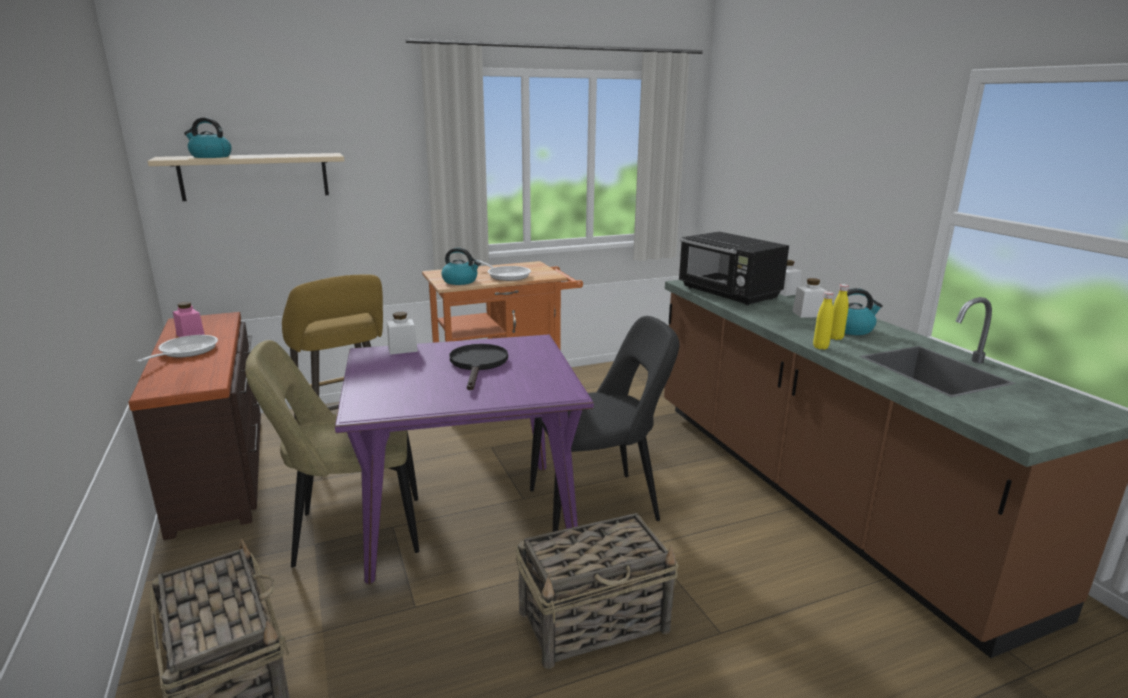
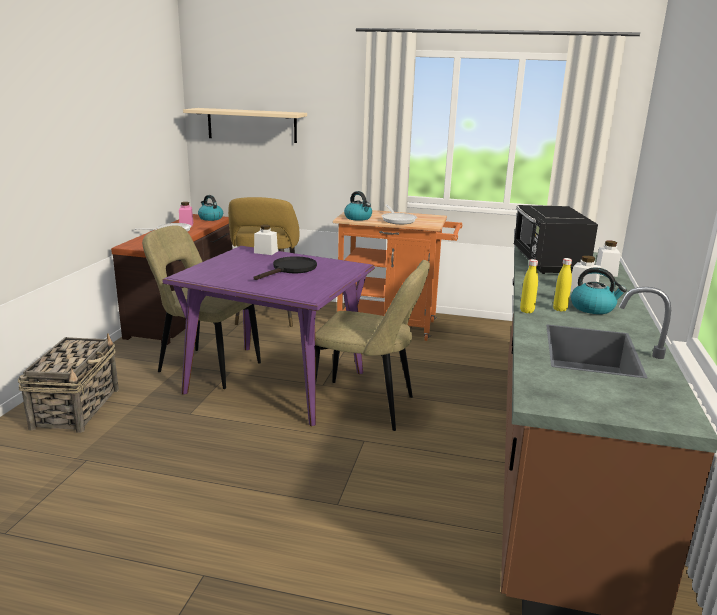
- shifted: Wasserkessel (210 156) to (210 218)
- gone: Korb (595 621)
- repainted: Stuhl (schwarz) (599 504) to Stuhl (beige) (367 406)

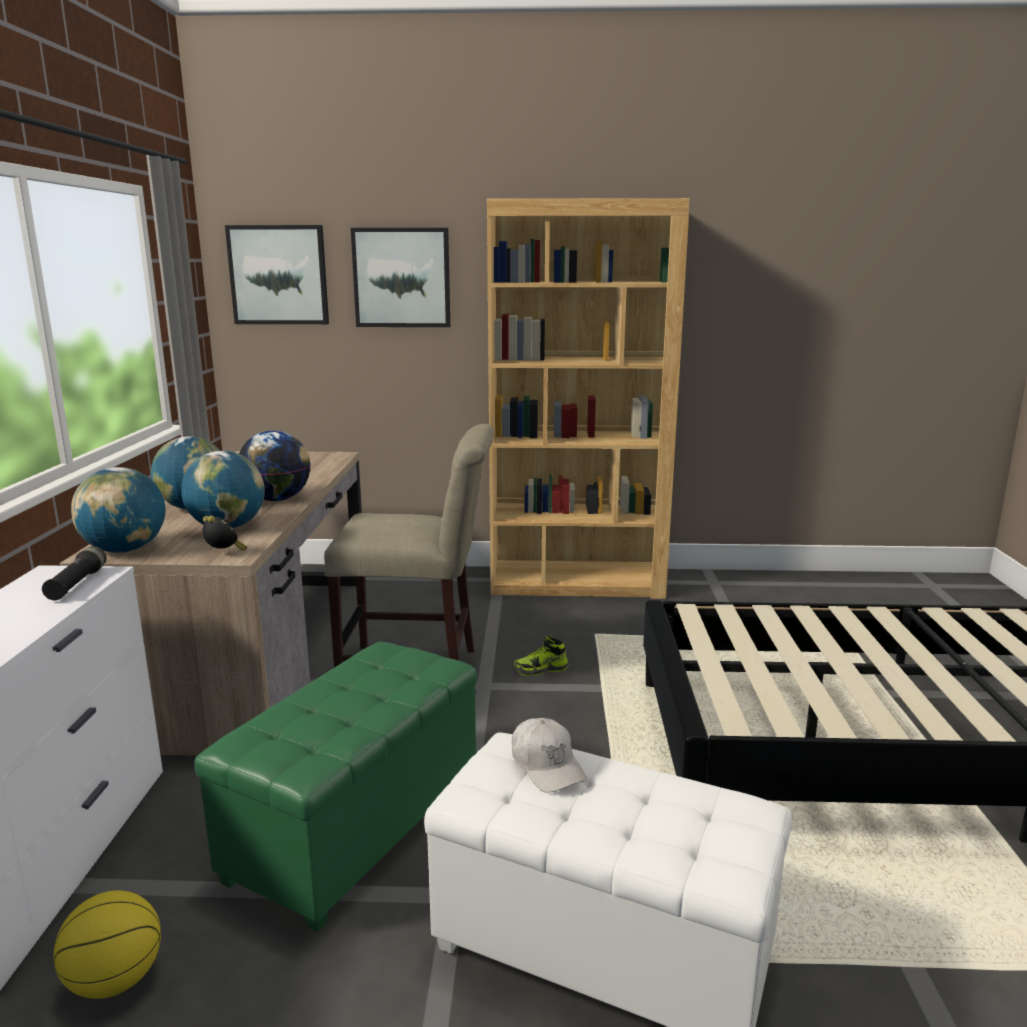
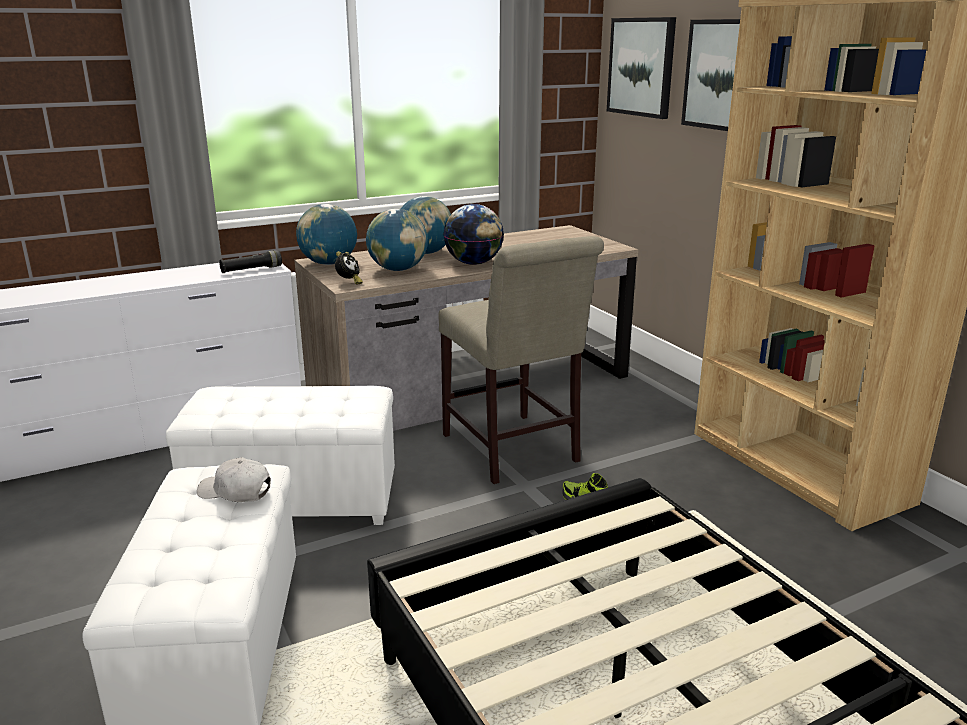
- gone: Basketball (114 980)
- repainted: Polsterhocker (grün) (355 827) to Polsterhocker (weiß) (295 501)
- rotated: Kappe (weiß) (547 765) = (235 491) 75 degrees clockwise

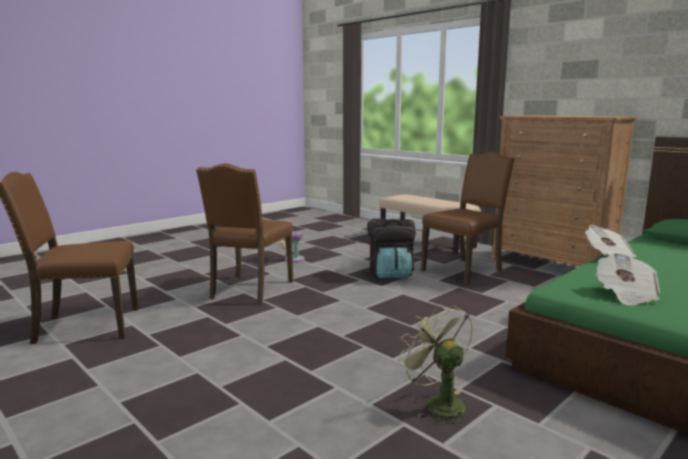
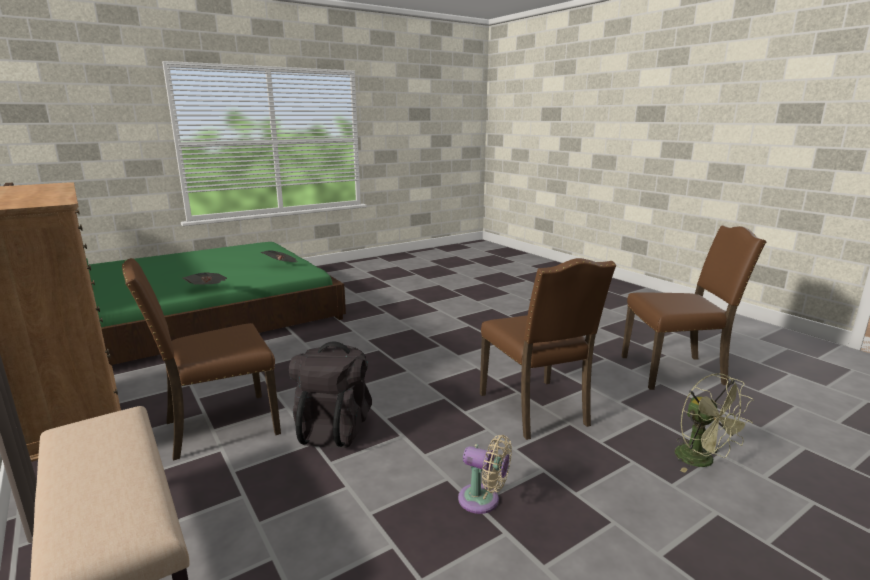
- rotated: Stuhl (braun) (250 290) = (536 410) 135 degrees clockwise
- shifted: Ventilator (grün) (437 404) to (702 461)

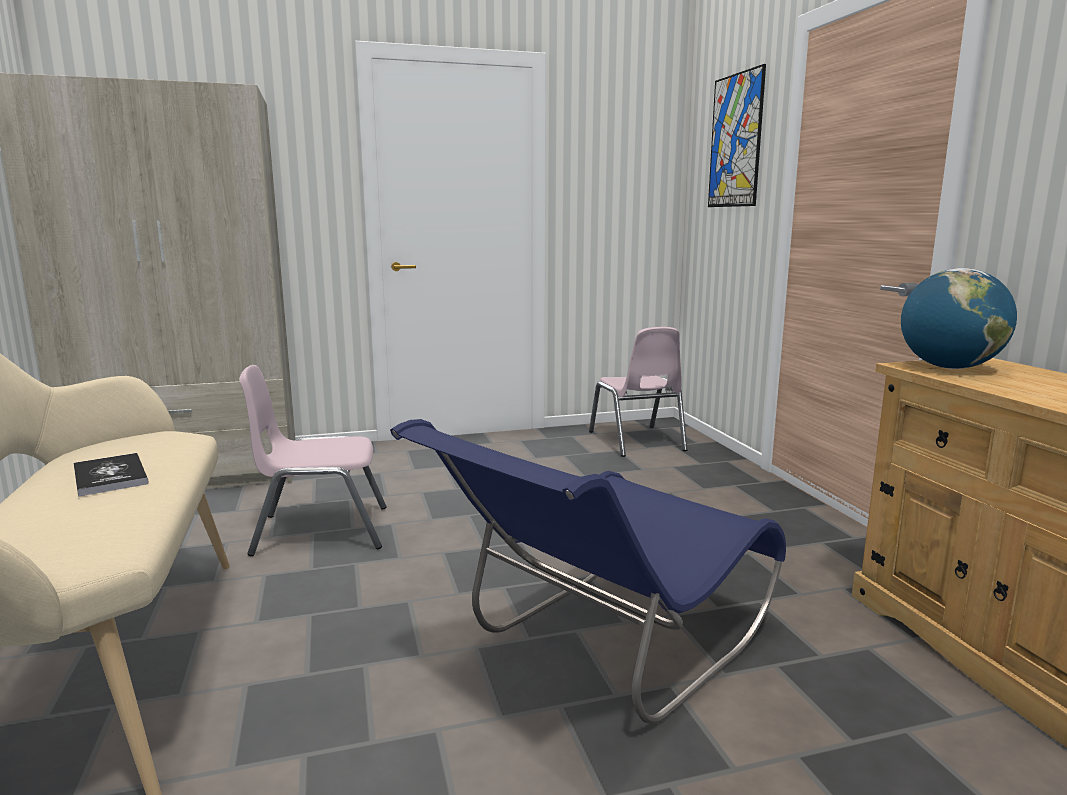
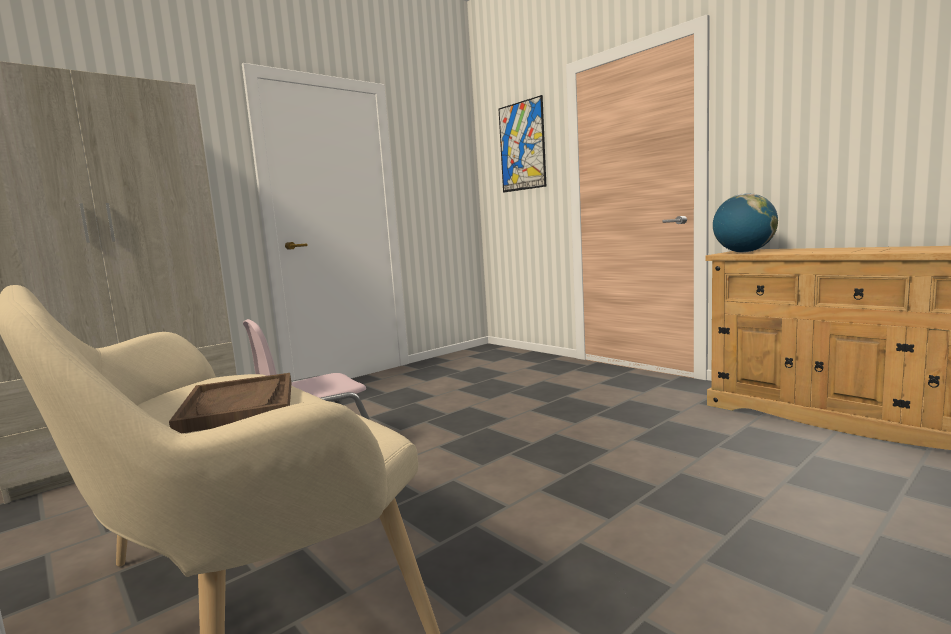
- swapped: Buch (110 476) to Tablett (braun) (239 405)
- gone: Stuhl (blau) (604 650)
- gone: Stuhl (rosa) (637 441)

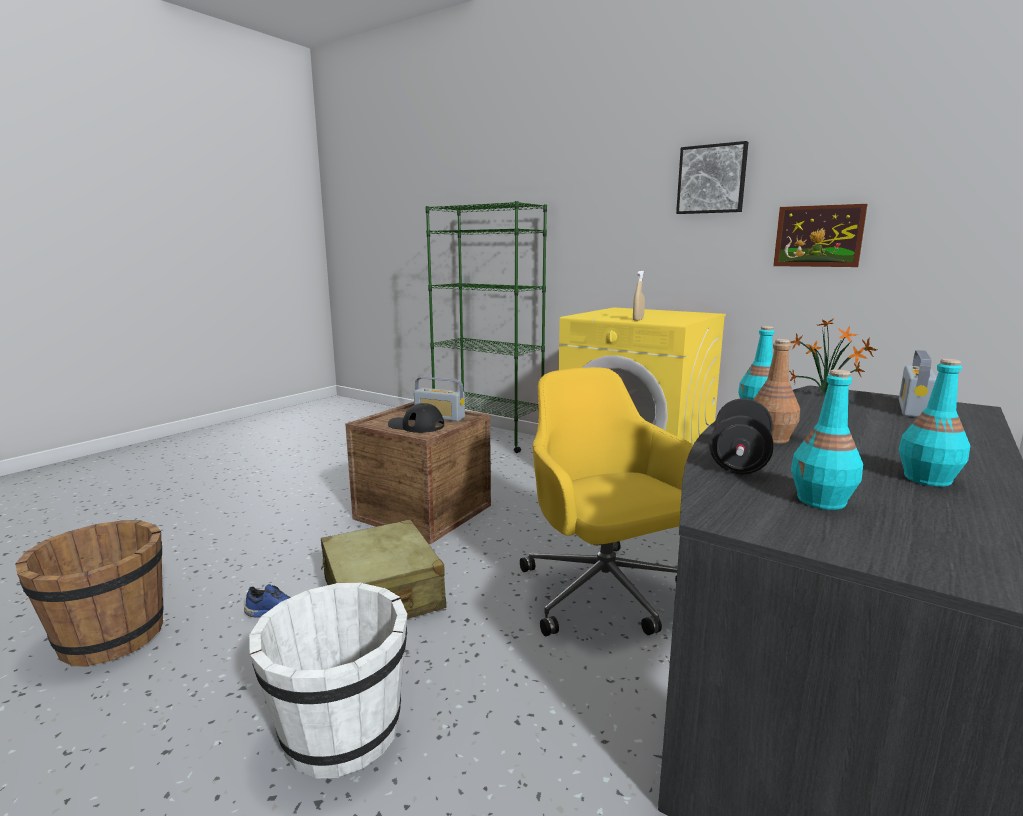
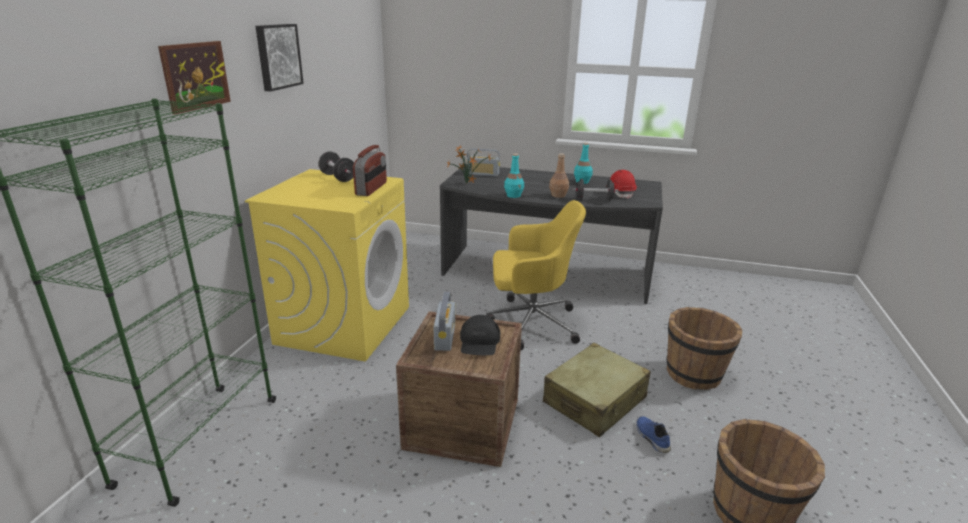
- repainted: Eimer (weiß) (340 733) to Eimer (braun) (694 374)
- rotated: Bürostuhl (gelb) (604 593) = (530 323) 135 degrees counterclockwise
- swapped: Sprühflasche (beige) (638 320) to Radio (371 189)
- shifted: Bild (818 236) to (195 76)
- swapped: Flasche (türkis) (822 501) to Schutzhelm (rot) (620 193)
- new: Hantel (schwarz) (338 178)

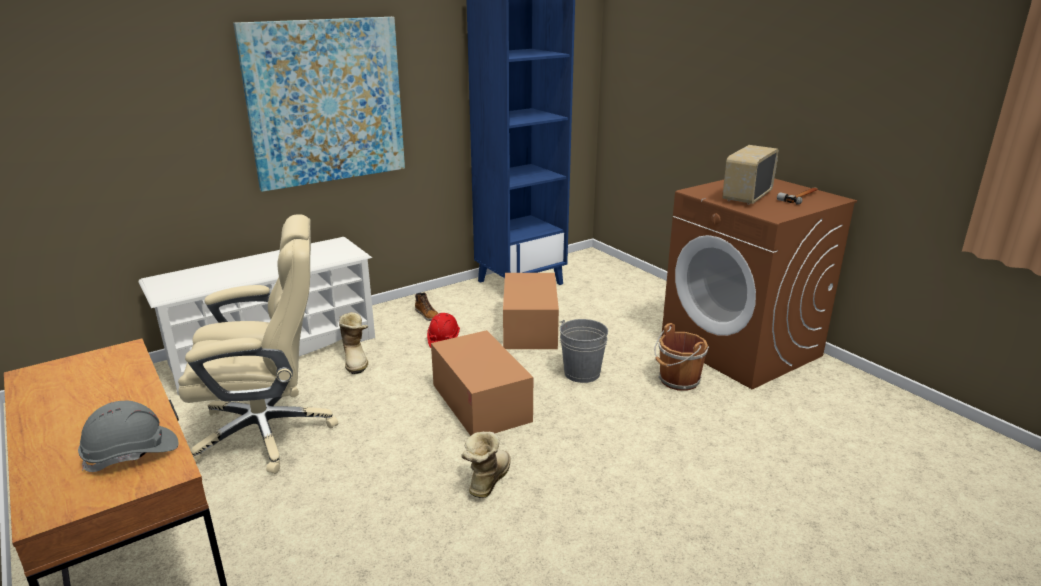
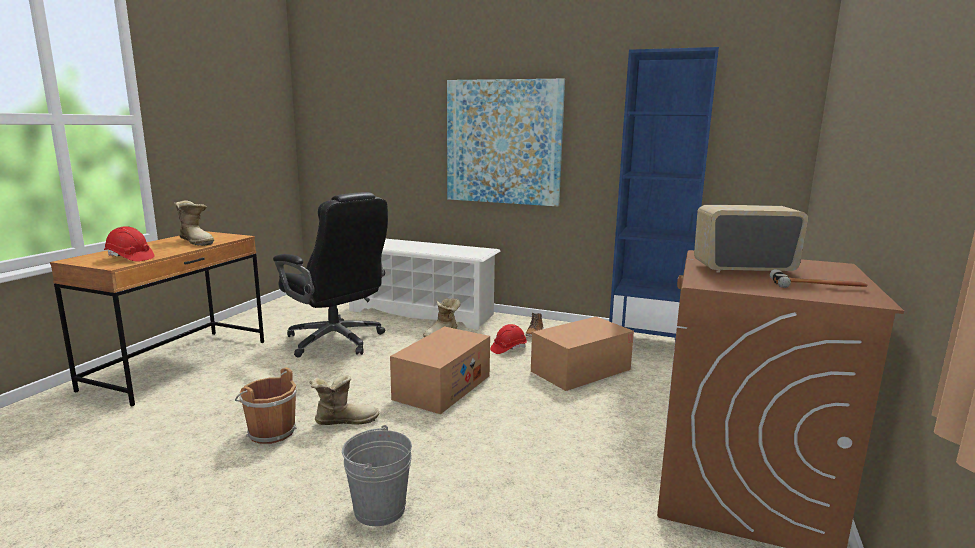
- repainted: Schutzhelm (grau) (132 454) to Schutzhelm (rot) (129 258)
- repainted: Bürostuhl (beige) (268 431) to Bürostuhl (schwarz) (336 341)
- shifted: Eimer (grau) (581 373) to (379 509)
- shifted: Eimer (braun) (677 381) to (270 432)
- new: Stiefel (197 241)

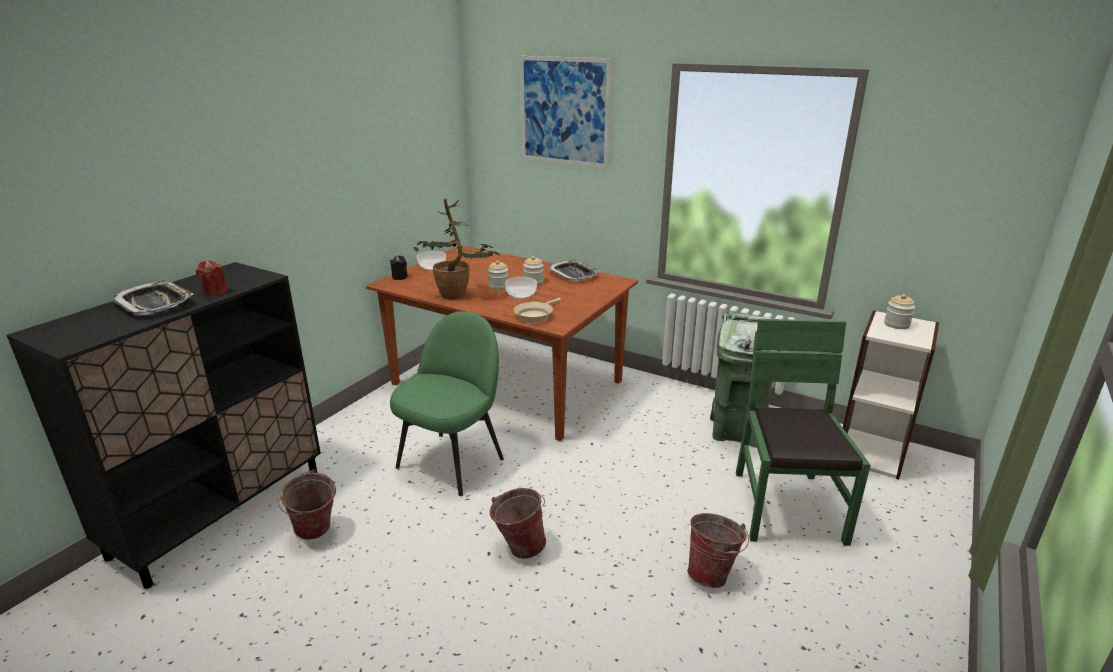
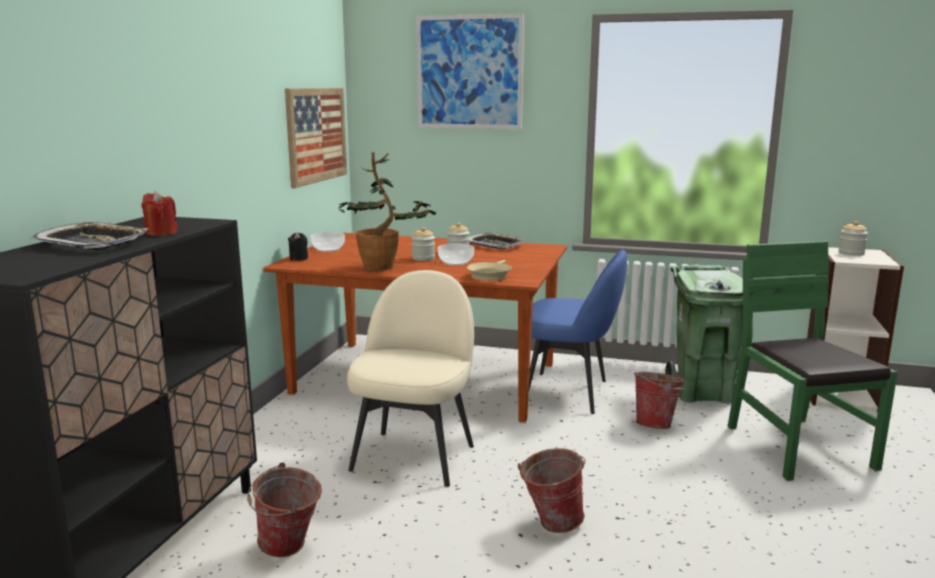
- repainted: Stuhl (grün) (452 461) to Stuhl (beige) (414 456)
- shifted: Eimer (713 574) to (656 424)
- new: Bild (316 135)
- new: Stuhl (blau) (568 393)

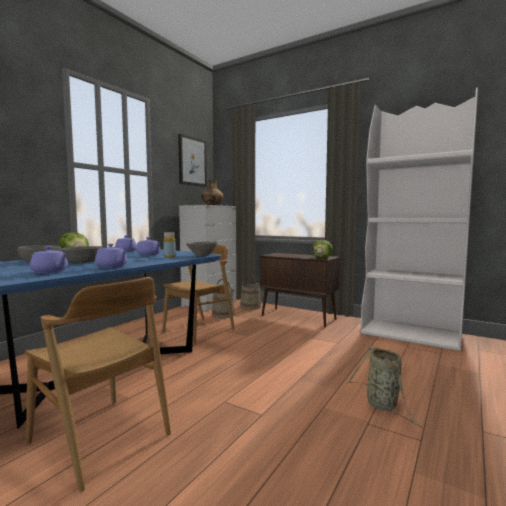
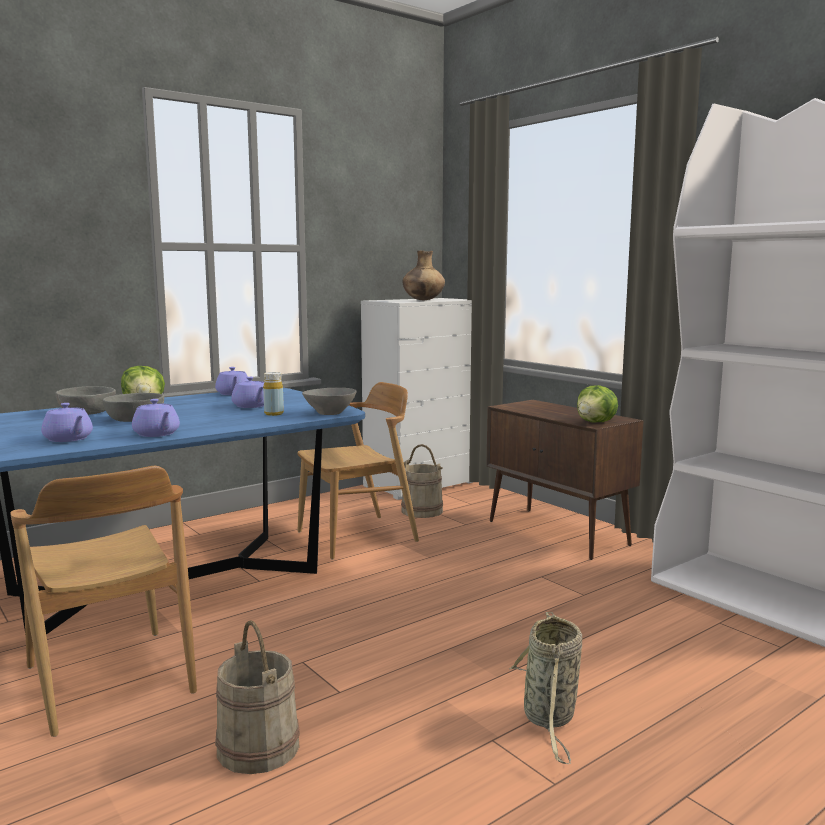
- gone: Bild (192 161)
- shifted: Eimer (beige) (250 306) to (259 747)

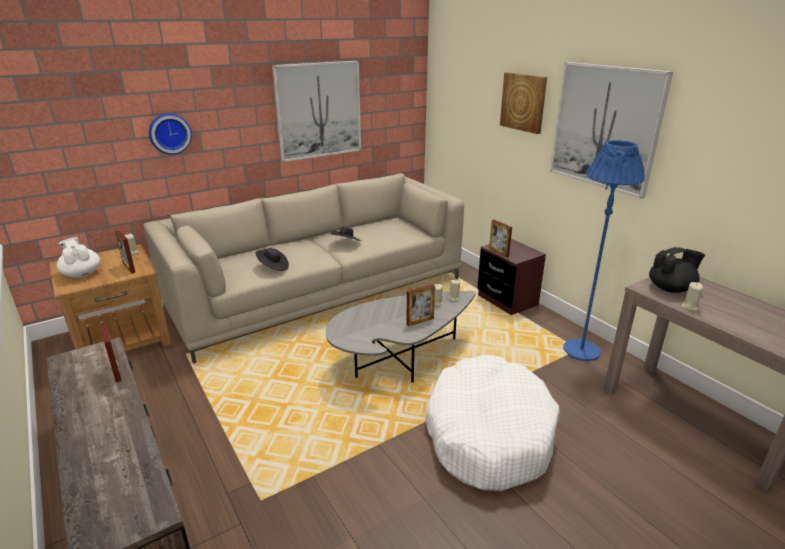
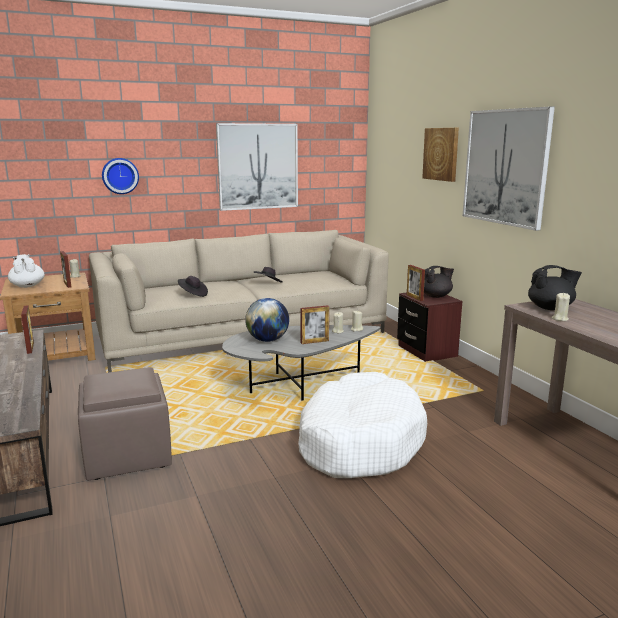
- gone: Stehlampe (blau) (581 350)
- new: Polsterhocker (braun) (126 455)
- new: Globus (267 340)
- new: Teekanne (schwarz) (436 296)

